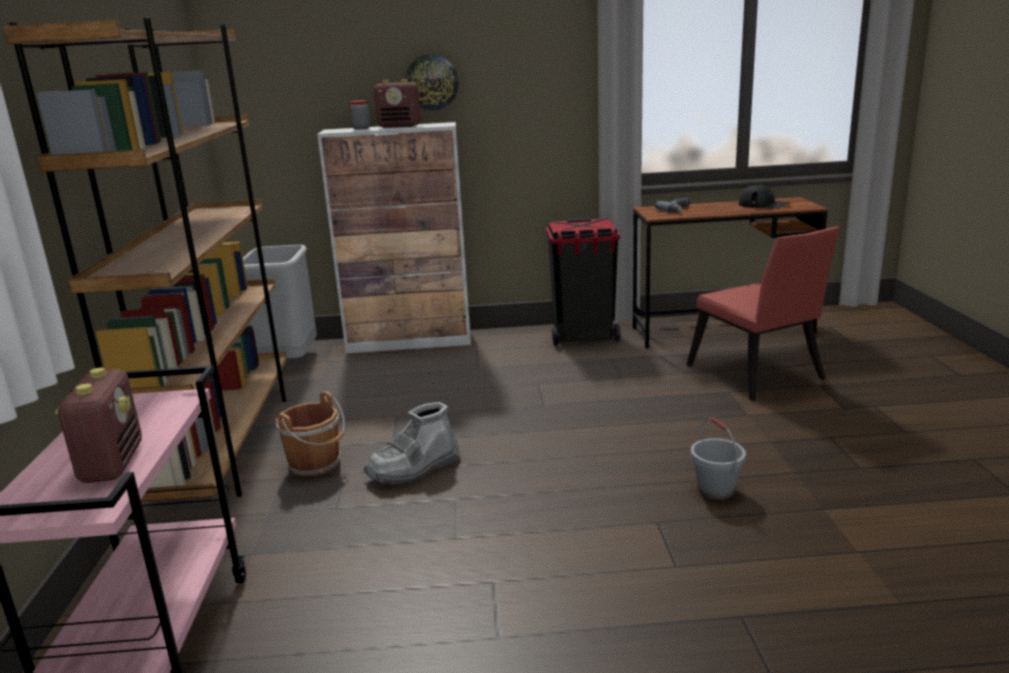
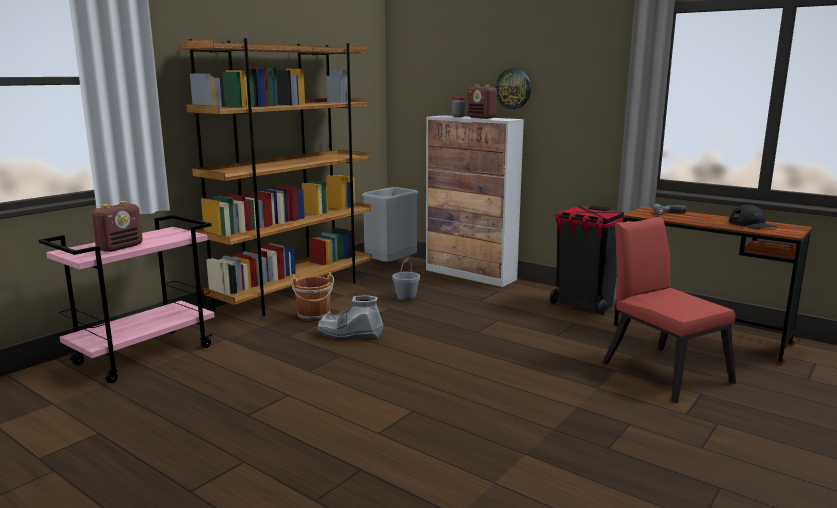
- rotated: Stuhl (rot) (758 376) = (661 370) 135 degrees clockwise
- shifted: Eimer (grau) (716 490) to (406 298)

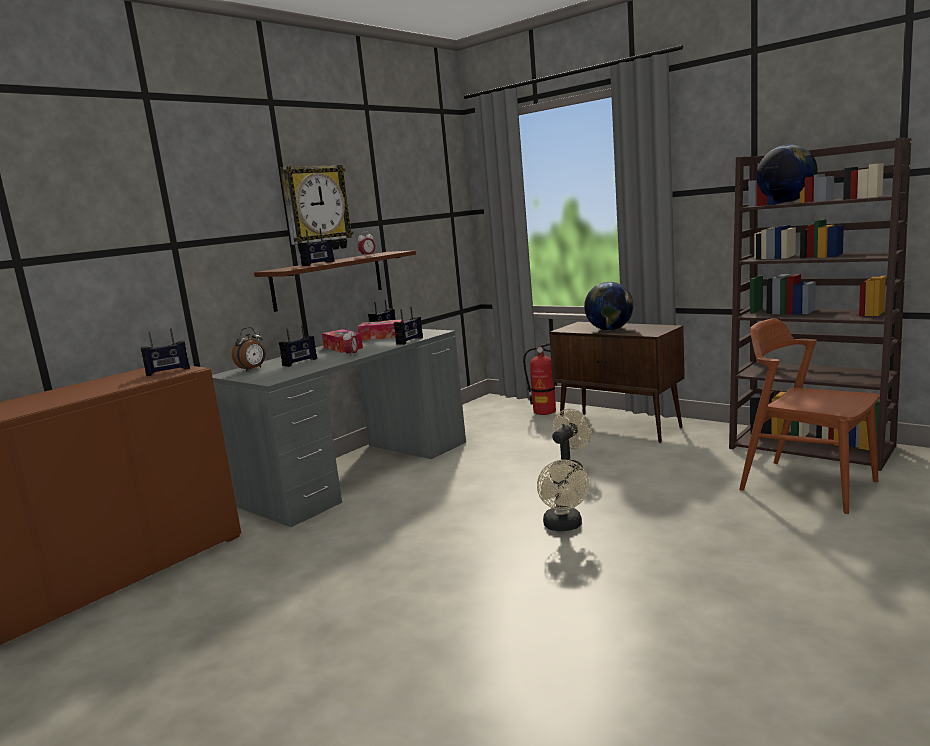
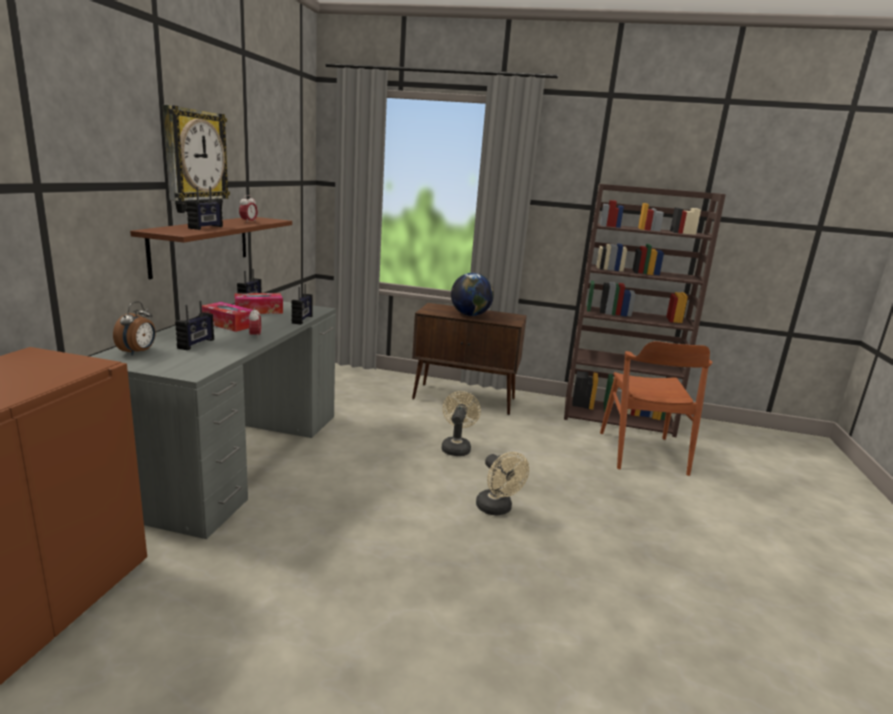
- gone: Radio (168 371)
- gone: Feuerlöscher (544 412)
- rotated: Stuhl (braun) (807 485) = (642 453) 105 degrees counterclockwise
- gone: Globus (786 203)

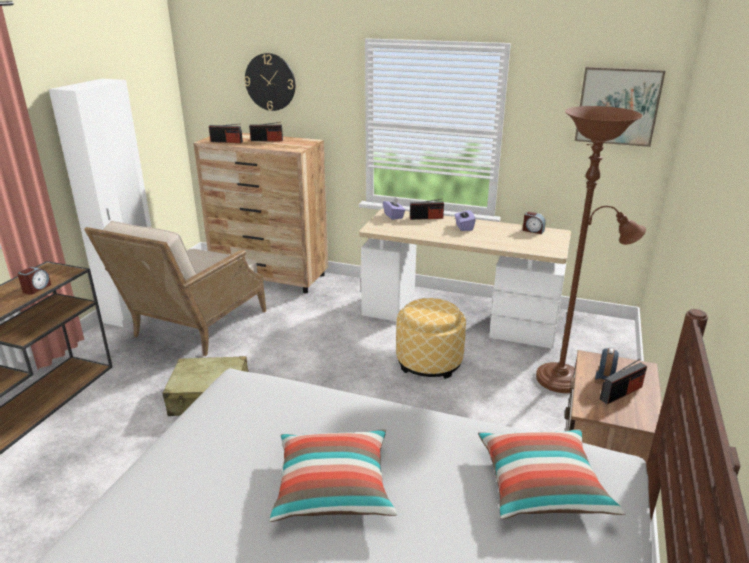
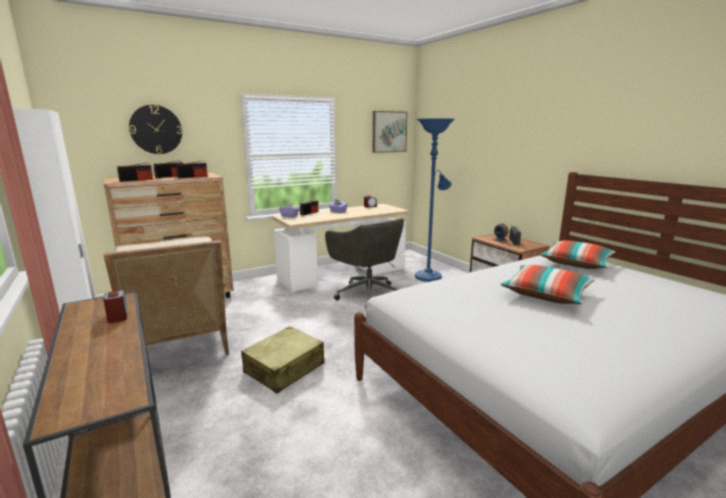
- swapped: Polsterhocker (429 361) to Bürostuhl (grau) (367 294)
- repainted: Stehlampe (braun) (566 379) to Stehlampe (blau) (429 275)
- new: Radio (193 177)

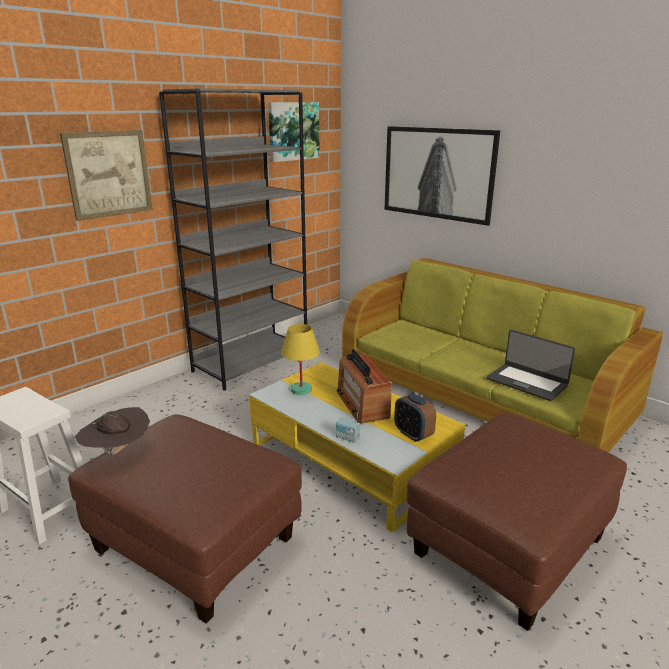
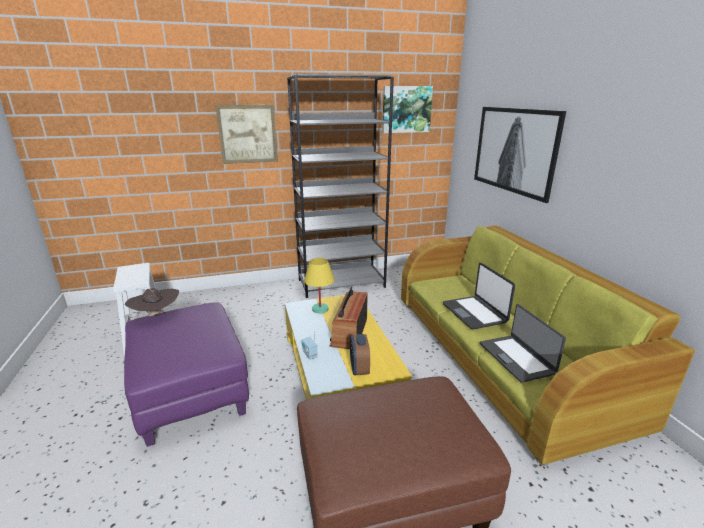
- repainted: Polsterhocker (braun) (194 544) to Polsterhocker (lila) (191 393)
- new: Laptop (474 313)

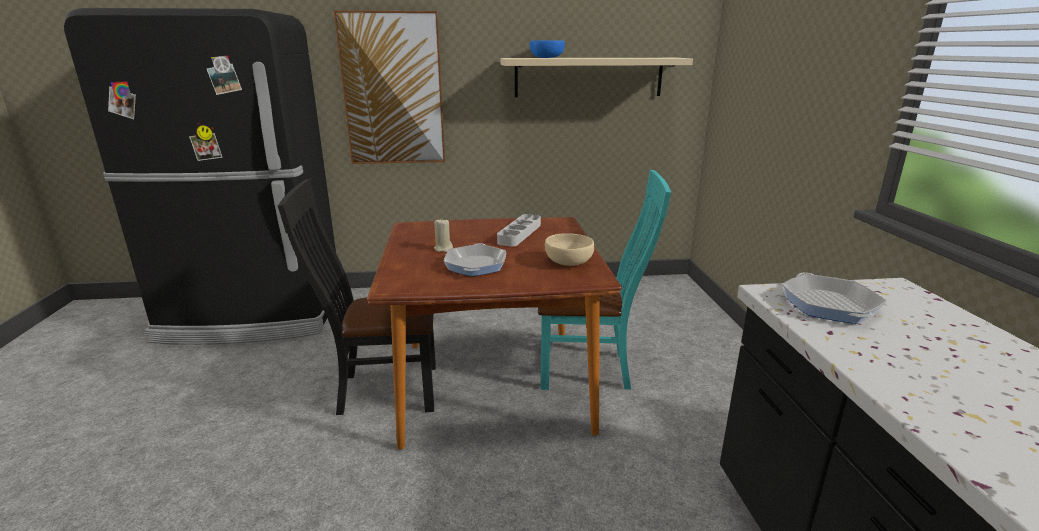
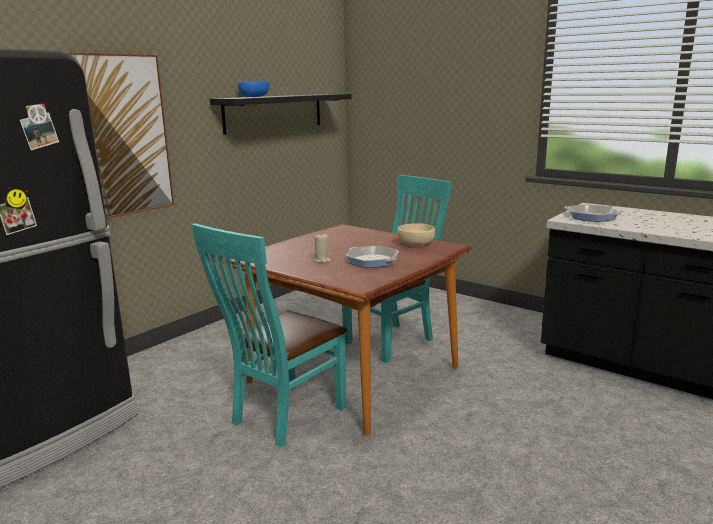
- repainted: Stuhl (schwarz) (382 390) to Stuhl (türkis) (283 417)
- gone: Tablett (grau) (519 234)
- repainted: Wandregal (beige) (589 77) to Wandregal (schwarz) (274 112)

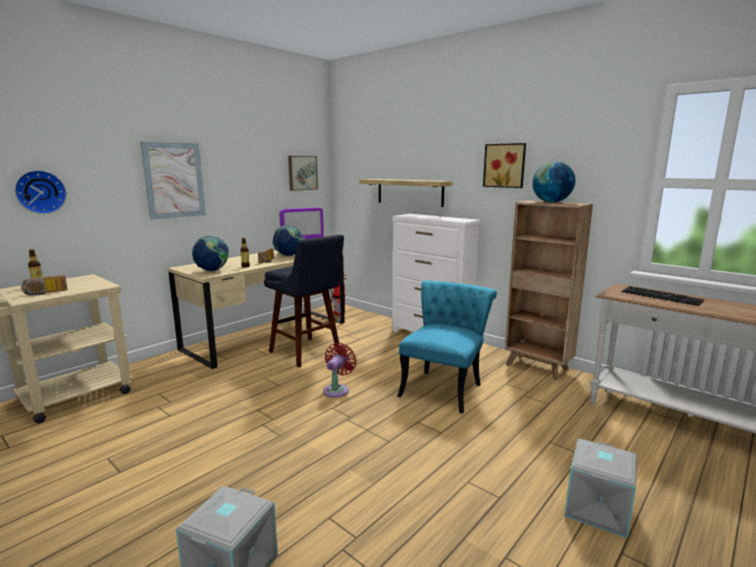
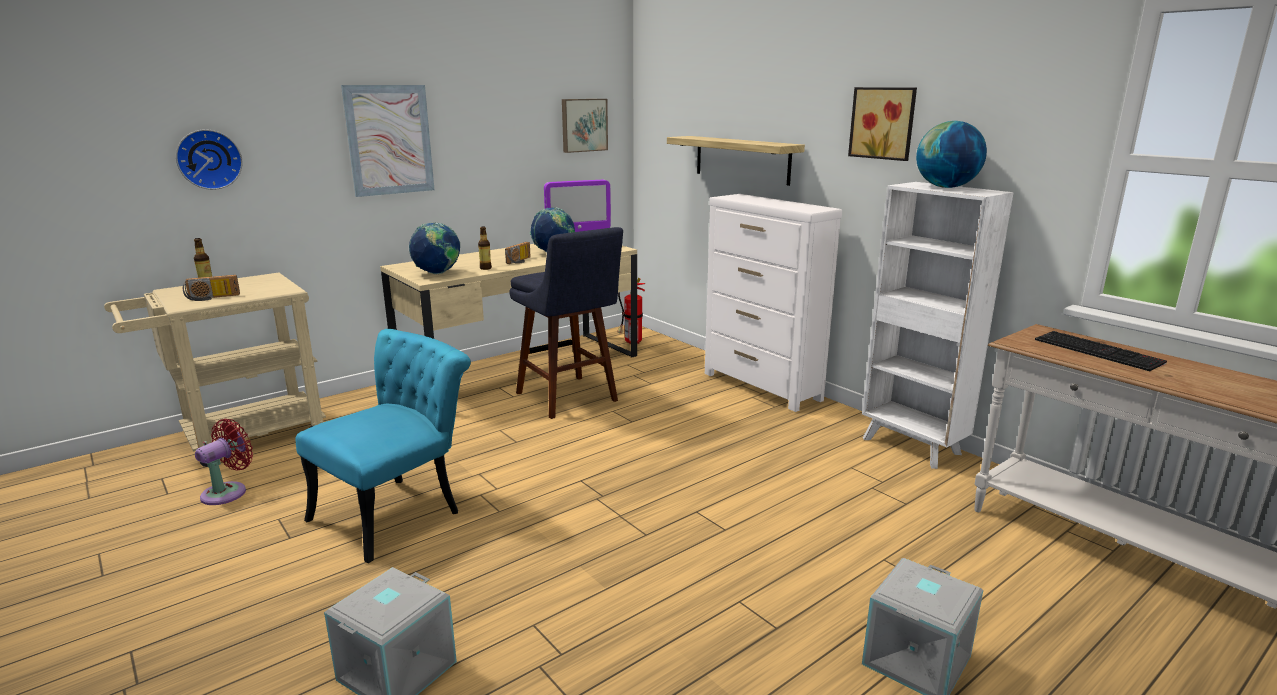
- shifted: Ventilator (rot) (337 389) to (228 492)
- shifted: Stuhl (türkis) (444 387) to (398 510)
- repainted: Bücherregal (braun) (538 367) to Bücherregal (weiß) (912 447)

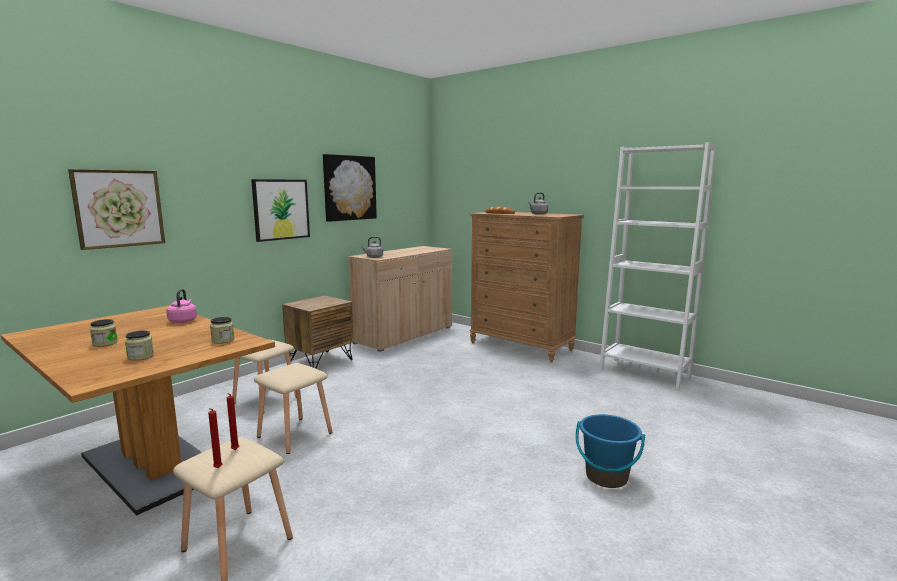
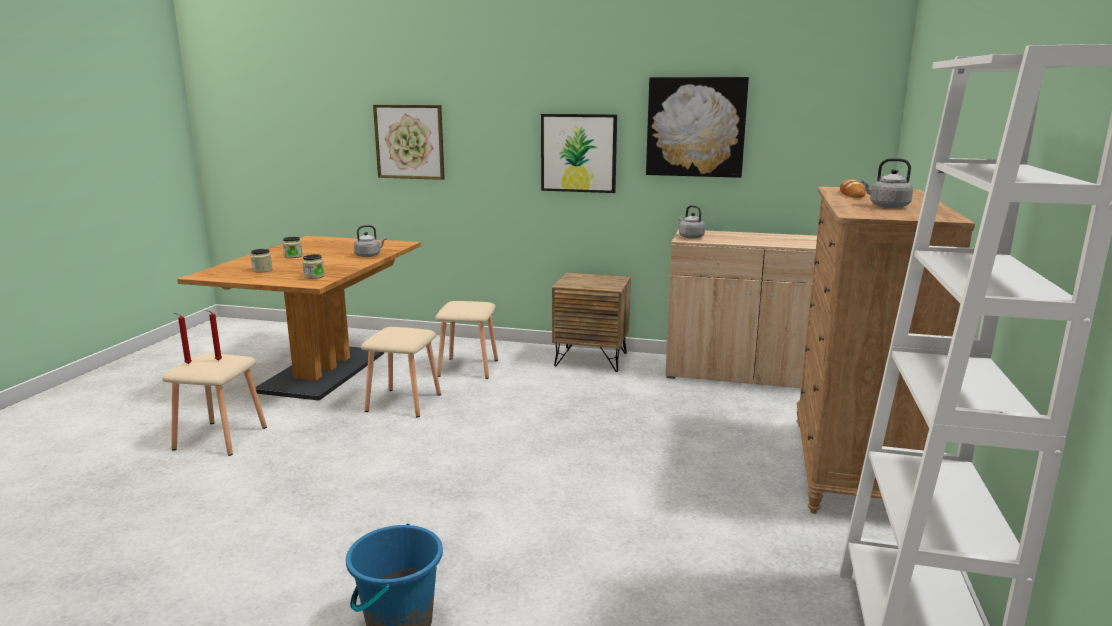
- repainted: Wasserkessel (rosa) (183 321) to Wasserkessel (grau) (369 255)

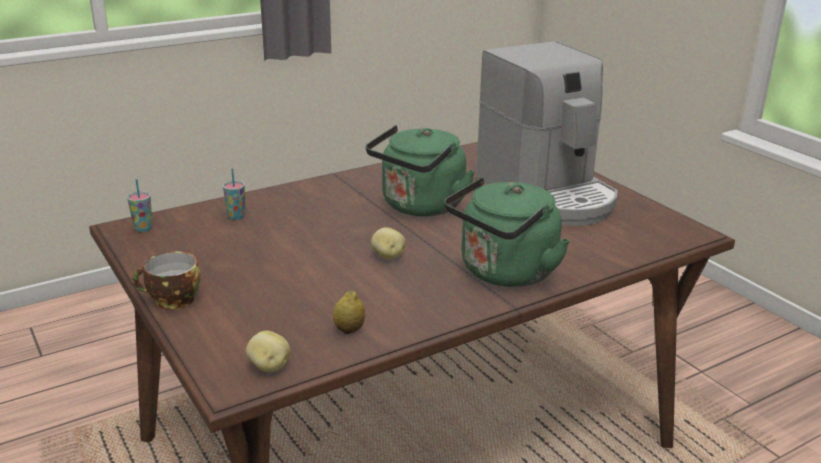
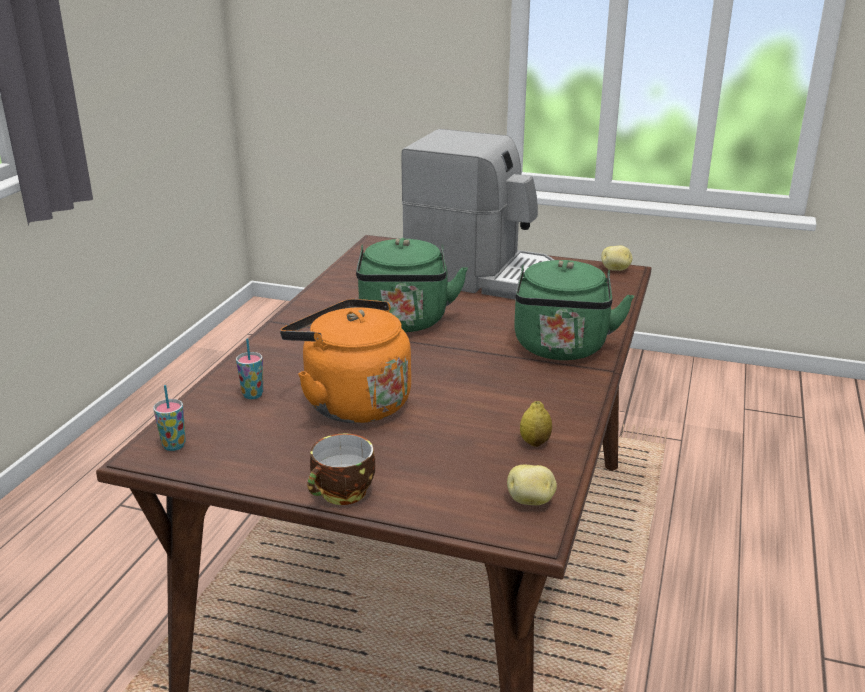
- shifted: Kartoffel (388 256) to (616 269)
- new: Wasserkessel (orange) (351 402)

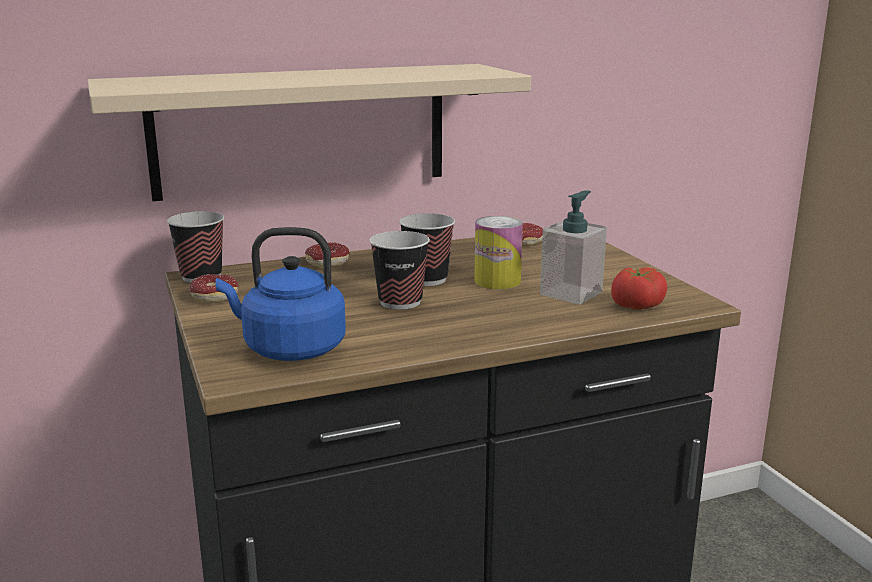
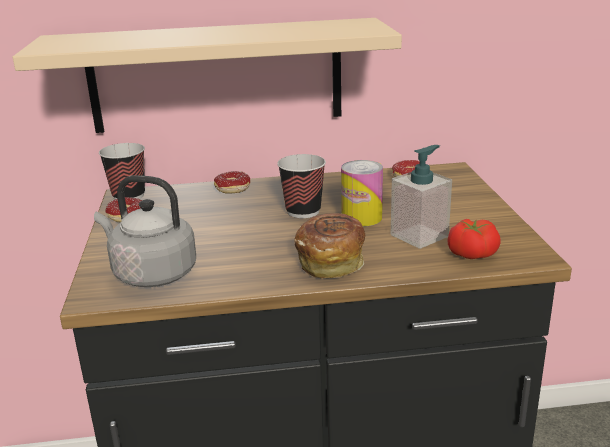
- repainted: Wasserkessel (blau) (289 349) to Wasserkessel (grau) (151 274)
- gone: Tasse (400 302)
- new: Brot (331 262)

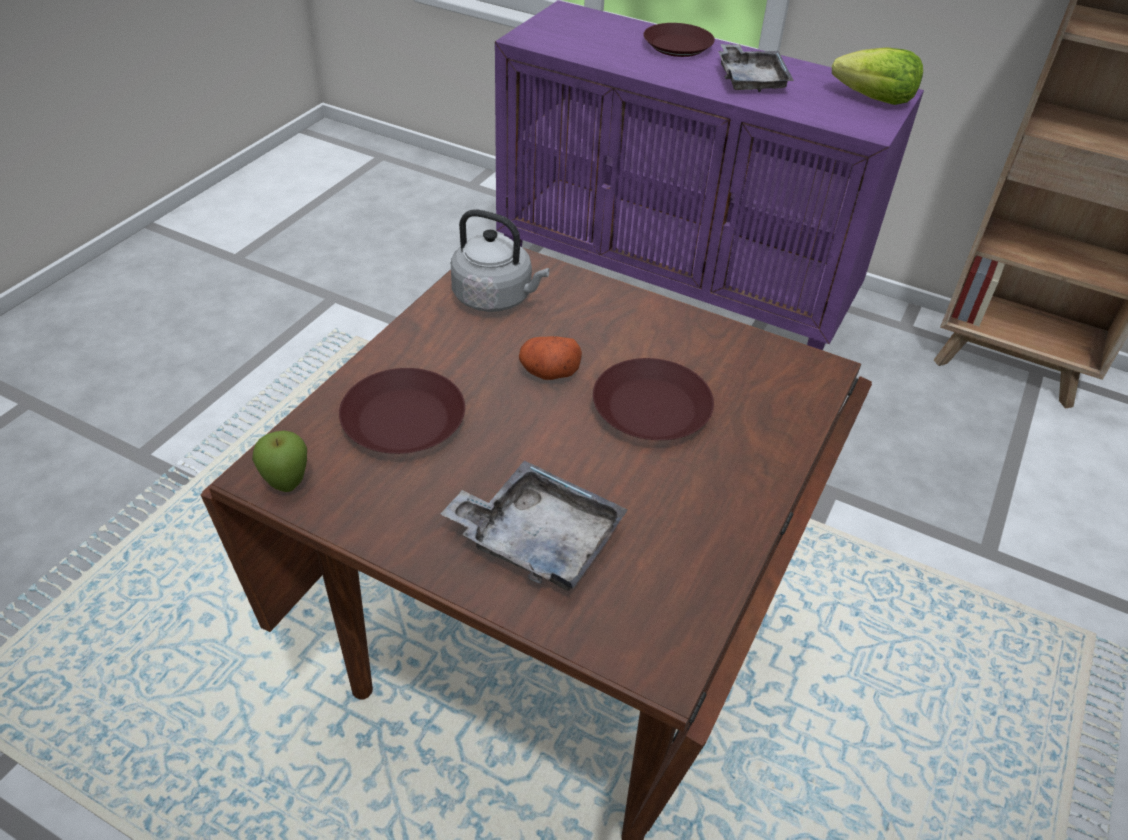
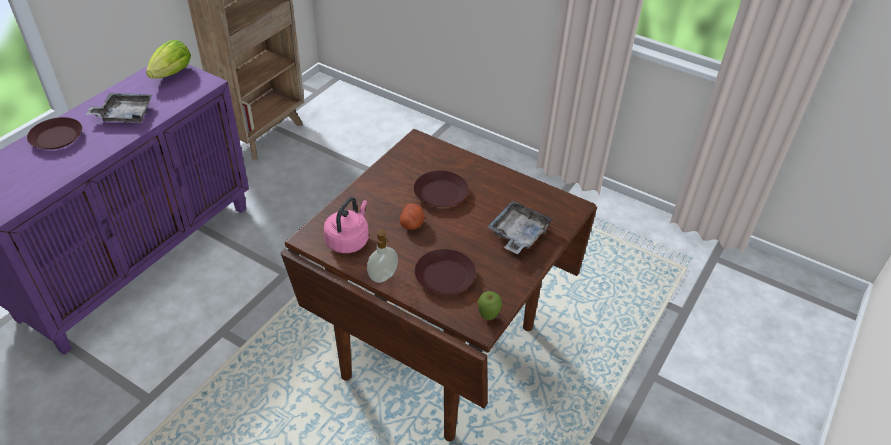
- repainted: Wasserkessel (grau) (496 298) to Wasserkessel (rosa) (348 240)
- new: Seifenspender (383 277)

